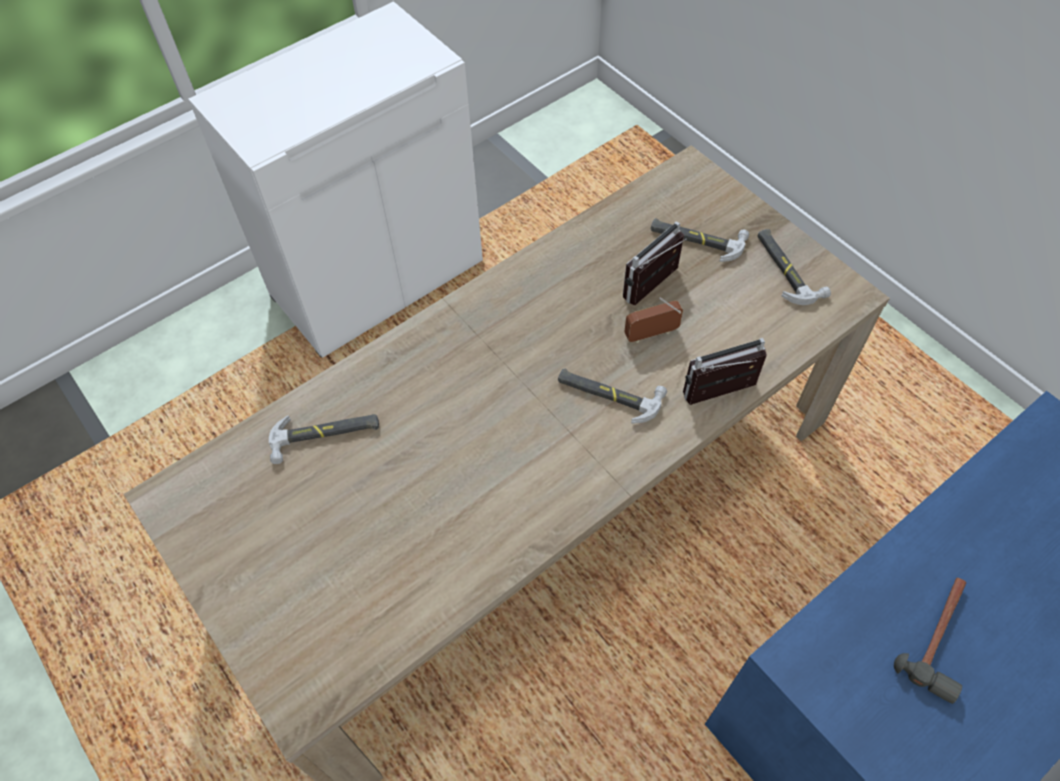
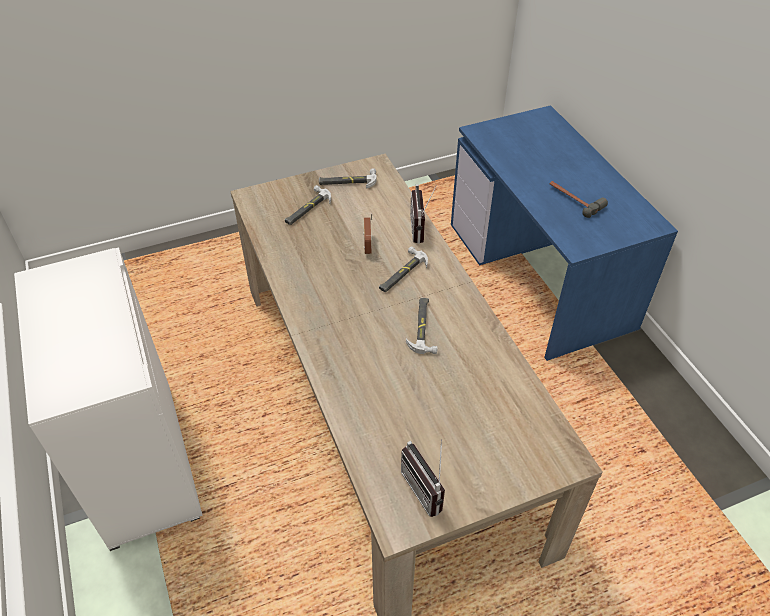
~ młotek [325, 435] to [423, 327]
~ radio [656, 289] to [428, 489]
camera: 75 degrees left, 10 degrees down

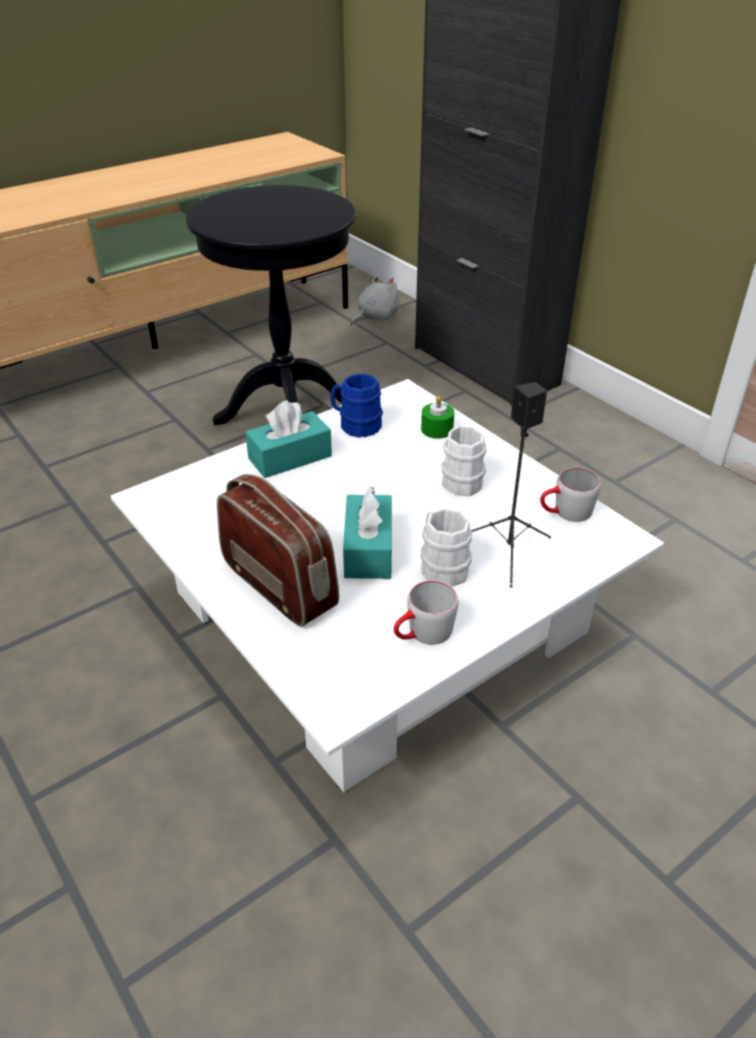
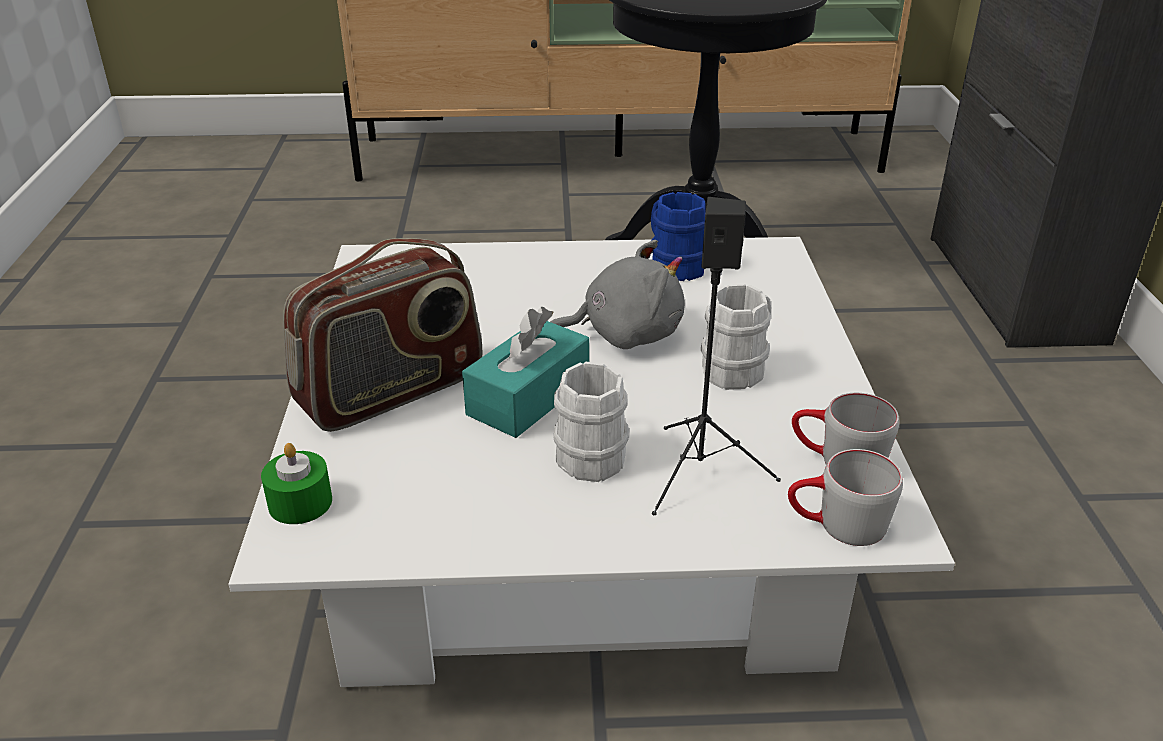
- pudełko chusteczek/turkusowy [290, 457]
~ pluszak/szary [375, 317] to [624, 334]
~ kubek/szary [422, 634] to [837, 525]
~ świeca/zielony [437, 429] to [300, 502]
~ radio [280, 584] = [391, 392] 60 degrees clockwise
camera: 35 degrees right, 5 degrees down

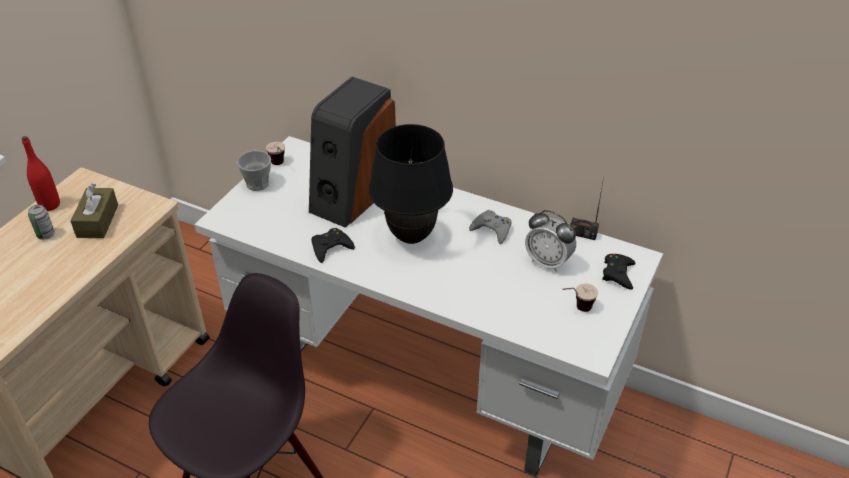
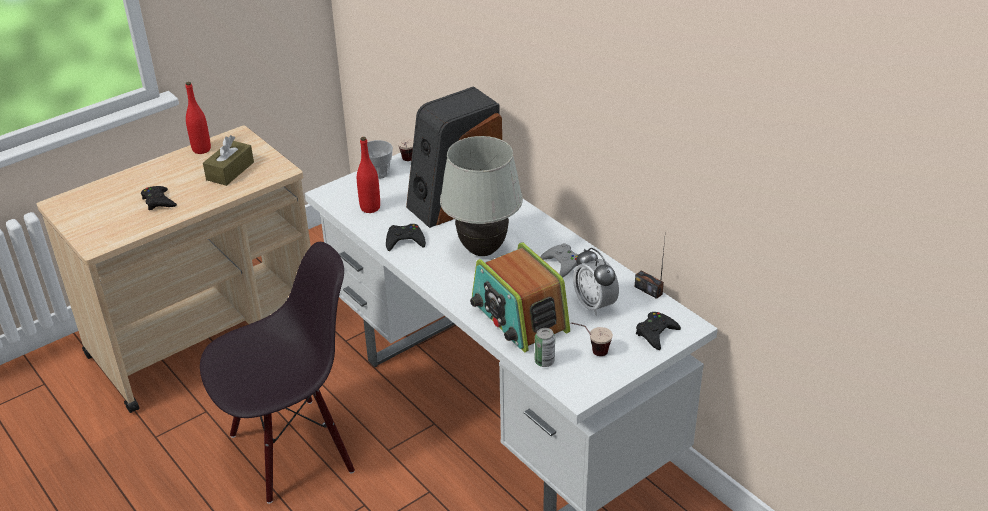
+ pad do gier/czarny [158, 201]
+ butelka/czerwony [370, 208]
+ radio [519, 317]
~ puszka [46, 235] to [544, 361]
~ lampa stołowa/czarny [410, 237] to lampa stołowa/biały [482, 250]
camera: 25 degrees right, 5 degrees down

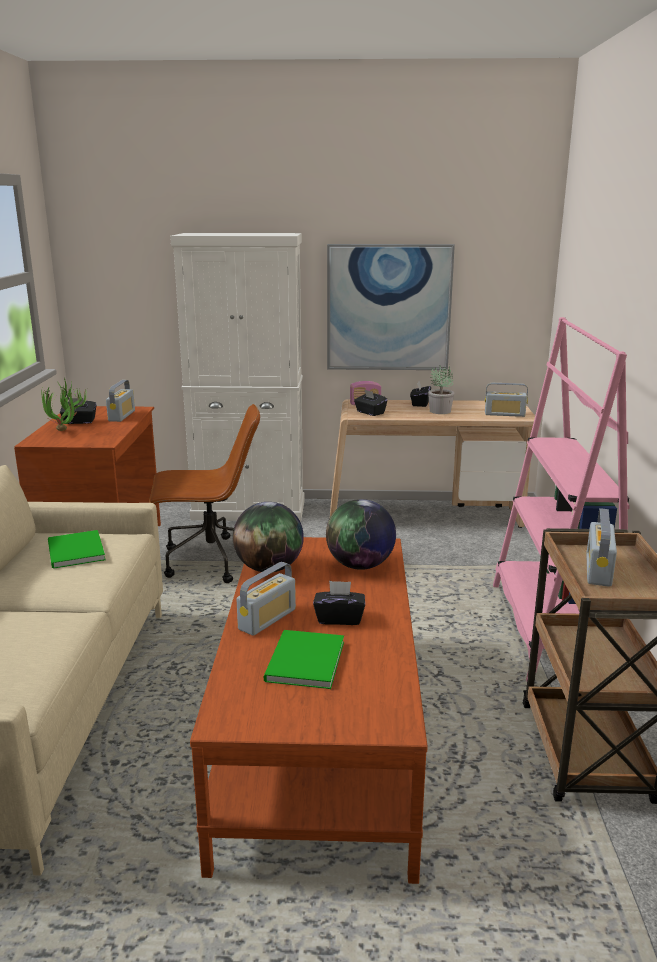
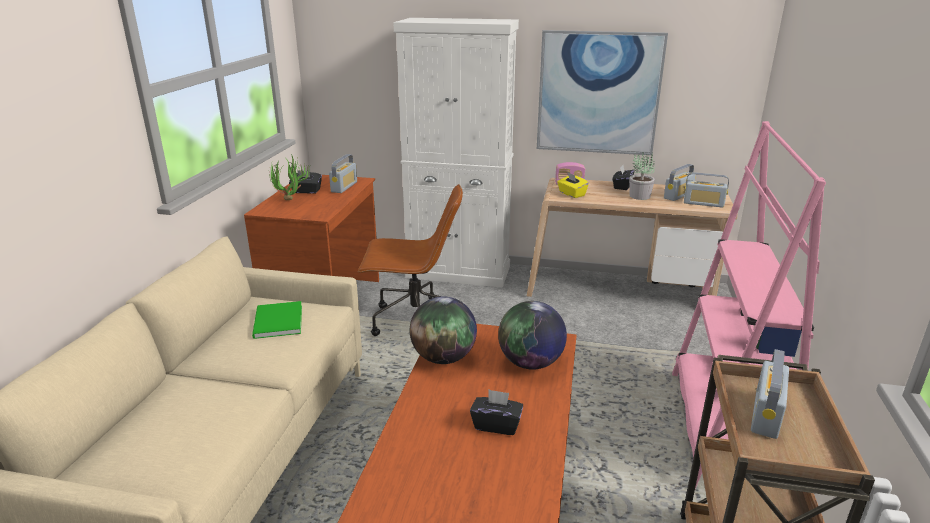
- książka/zielony [302, 662]
~ radio [267, 619] to [678, 195]
~ pudełko chusteczek/czarny [370, 412] to pudełko chusteczek/żółty [571, 194]
camera: 10 degrees right, 5 degrees up

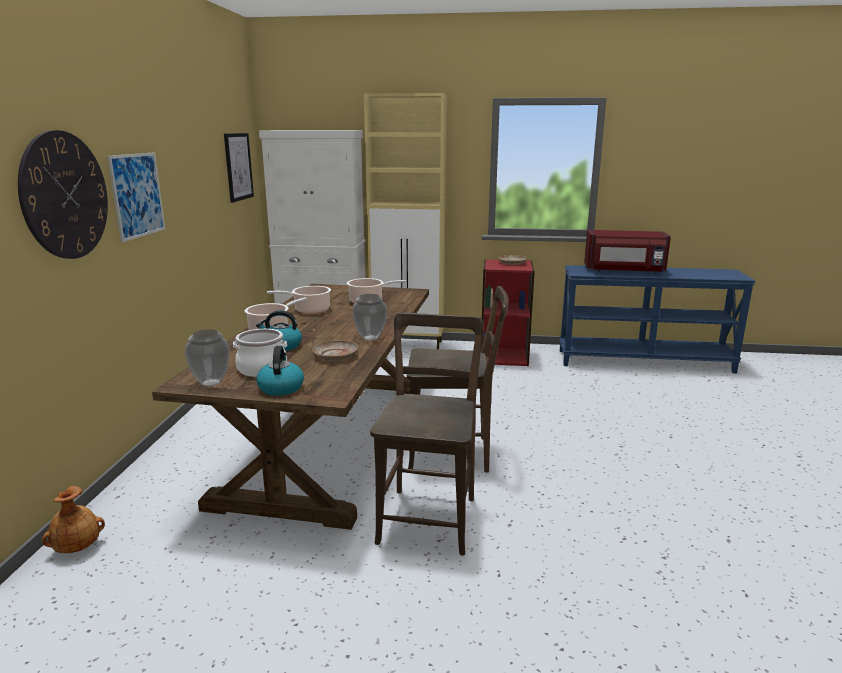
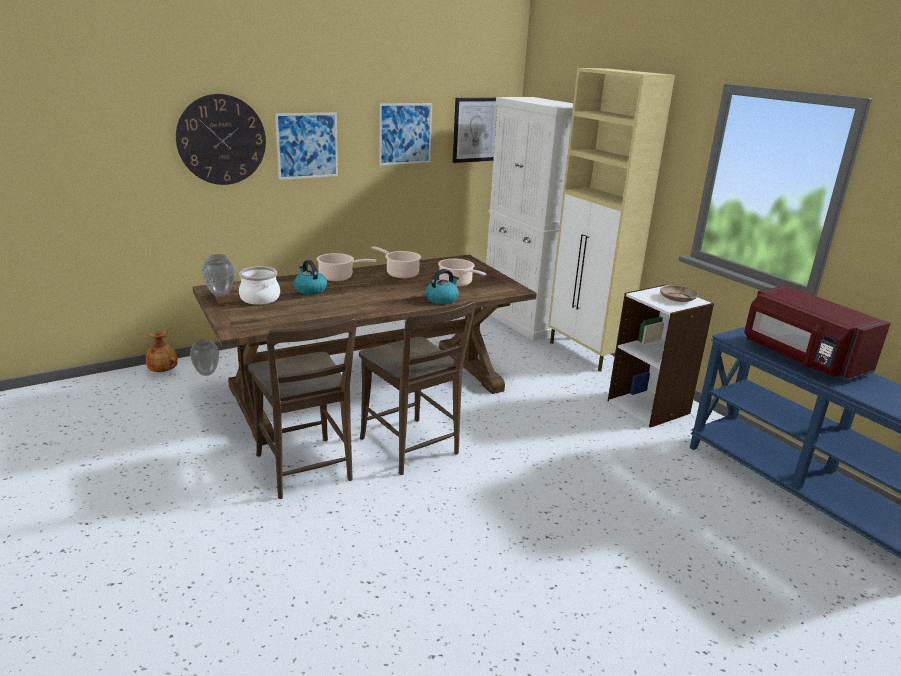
- talerz/beżowy [335, 356]
+ obraz [405, 134]
~ czajnik [280, 388] to [442, 299]
~ wazon [370, 338] to [207, 373]
~ regał/czerwony [504, 356] to regał/biały [649, 407]
~ krzesło/brązowy [429, 516] = [305, 470] 90 degrees clockwise
camera: 50 degrees right, 5 degrees up

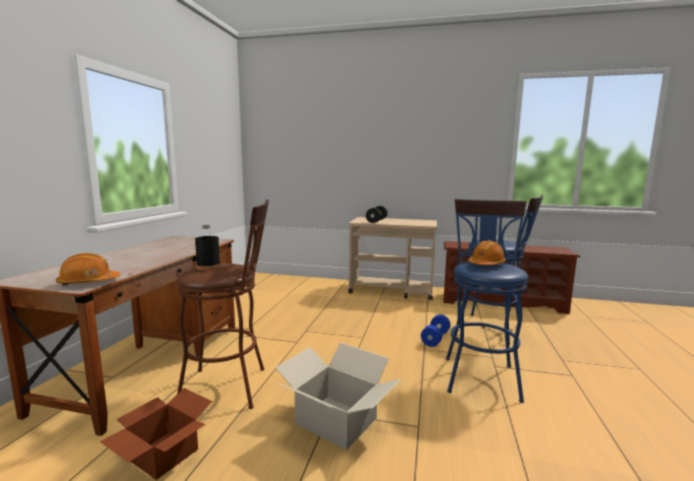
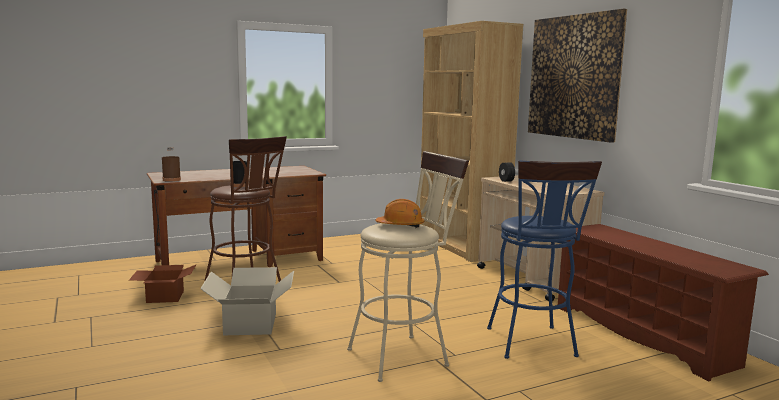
- hantel/niebieski [435, 338]
+ regał/brązowy [461, 246]
+ obraz [574, 77]
~ kask/pomarańczowy [88, 282] to butelka/brązowy [171, 180]
~ stołek/niebieski [479, 374] to stołek/beżowy [404, 355]
camera: 50 degrees right, 0 degrees up

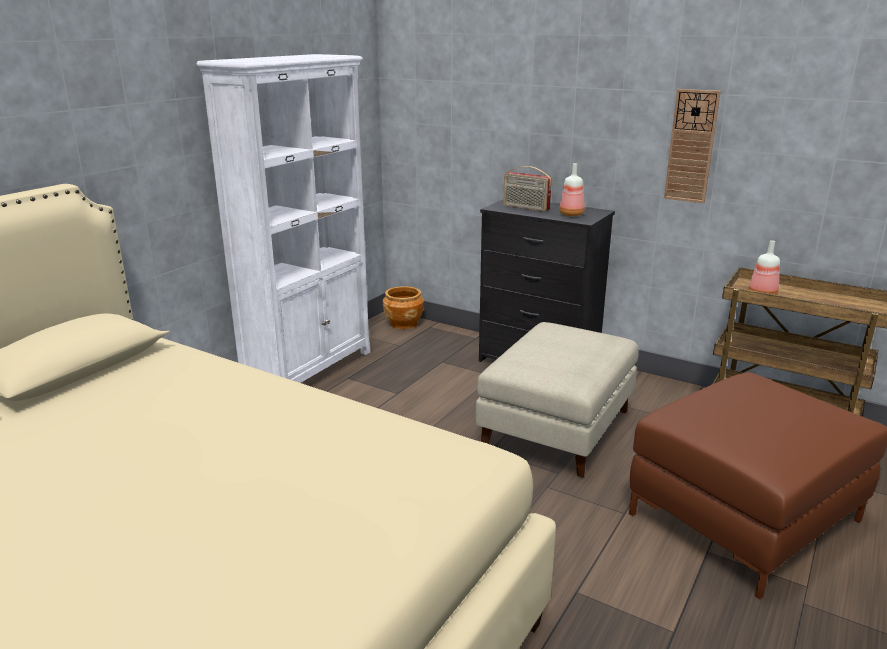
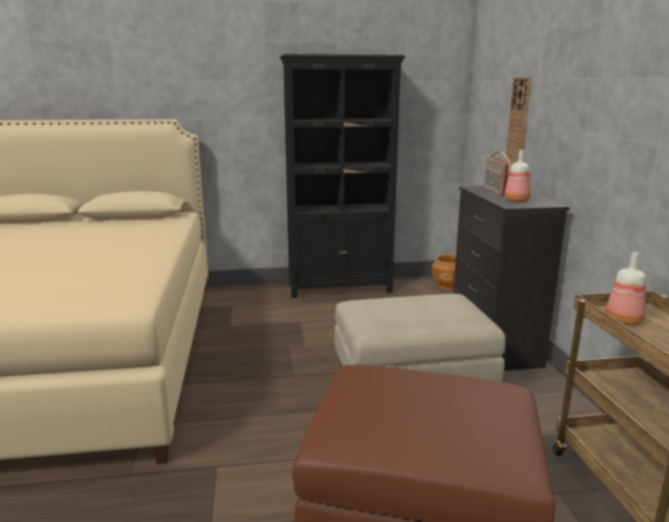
~ zegar ścienny [691, 146] to [518, 123]
~ regał/biały [310, 370] to regał/czarny [340, 288]
camera: 50 degrees right, 5 degrees down

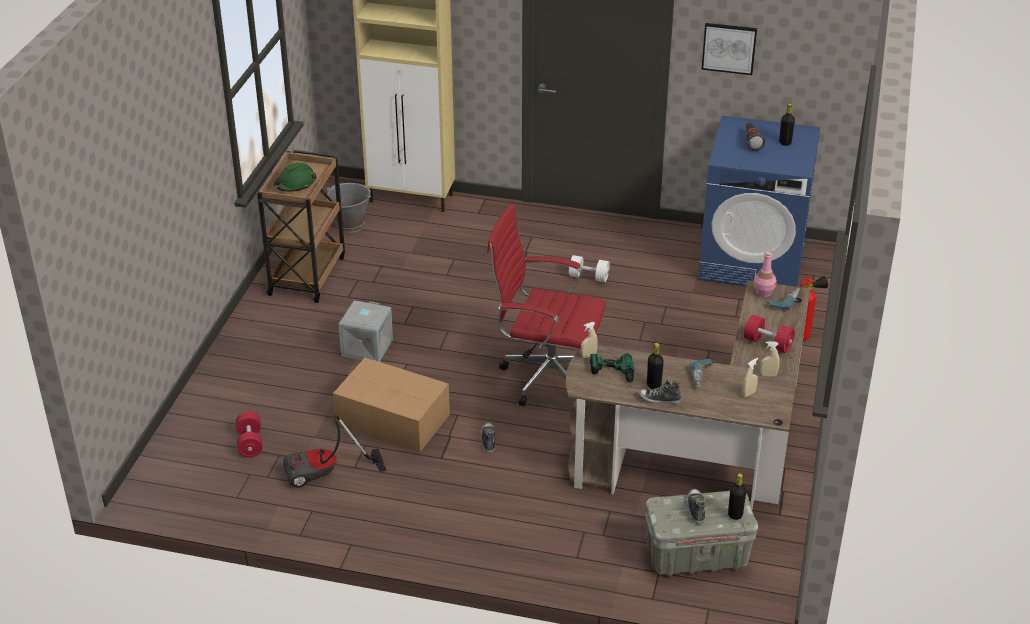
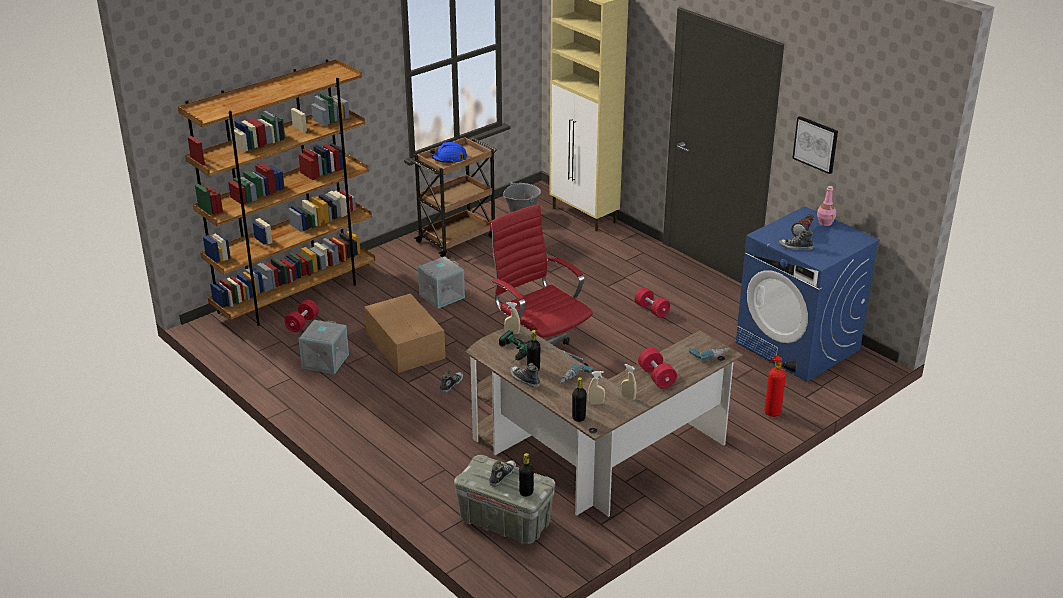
+ regał/brązowy [295, 295]
+ but [795, 247]
~ butelka/różowy [763, 292] to [825, 222]
~ butelka/czarny [785, 143] to [578, 418]
~ odkurzacz [326, 474] to pojemnik do przechowywania/szary [324, 361]
~ kask/zielony [295, 184] to kask/niebieski [449, 159]
~ hantel/biały [589, 277] to hantel/czerwony [651, 310]
camera: 35 degrees right, 5 degrees down

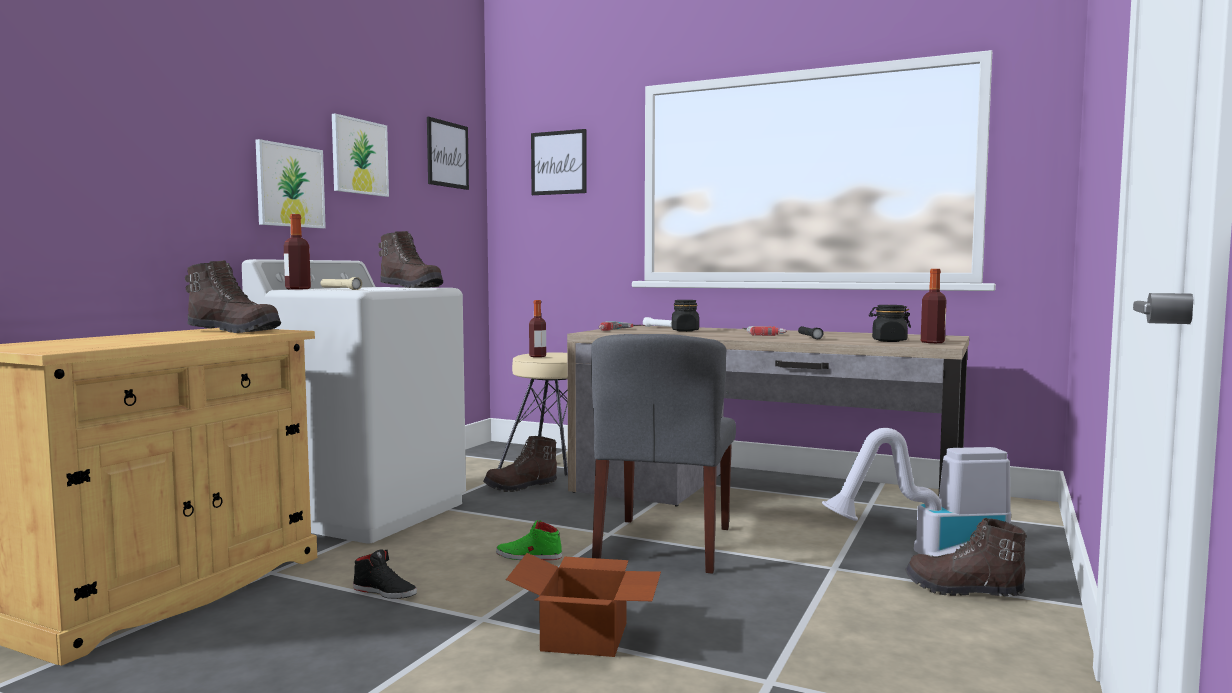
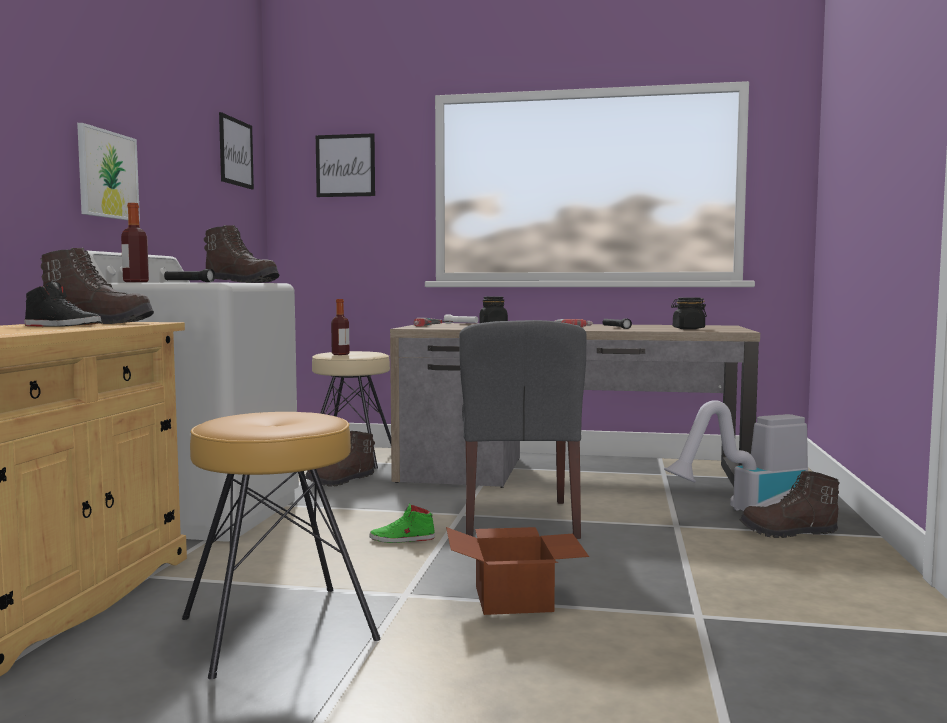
- obraz [359, 157]
- butelka [932, 342]
+ stołek/brązowy [277, 628]
~ but/czarny [385, 591] to [64, 326]
~ latarka/beżowy [340, 289] to latarka/czarny [189, 282]
camera: 15 degrees left, 0 degrees up

